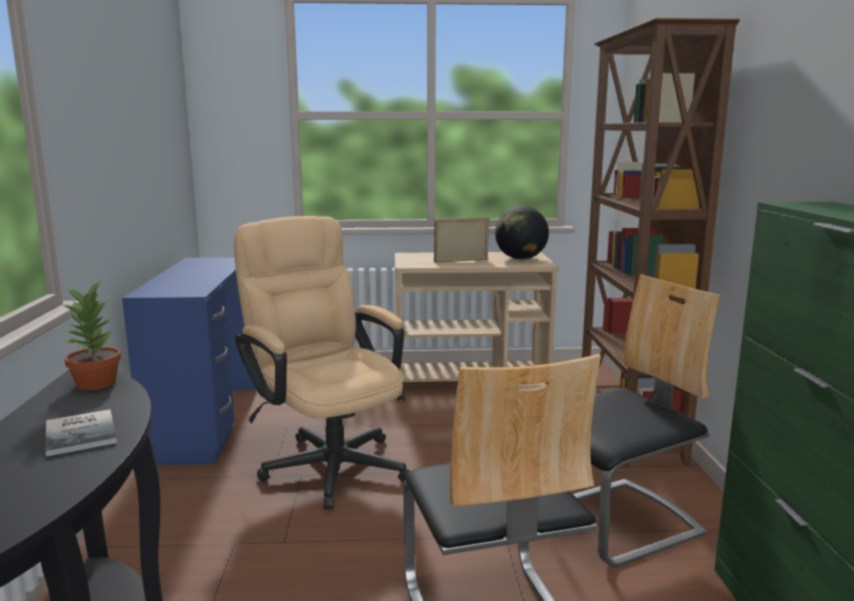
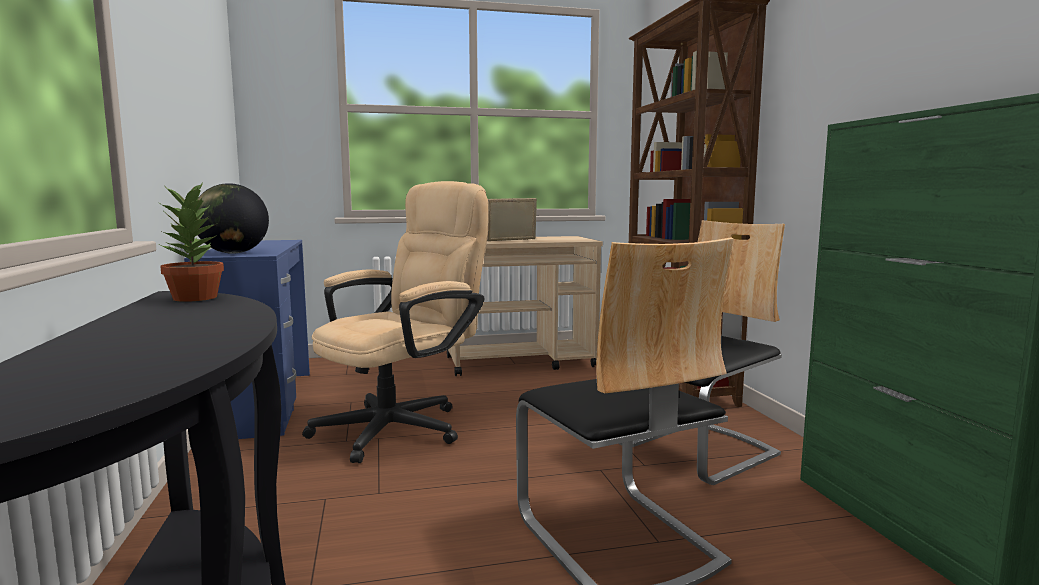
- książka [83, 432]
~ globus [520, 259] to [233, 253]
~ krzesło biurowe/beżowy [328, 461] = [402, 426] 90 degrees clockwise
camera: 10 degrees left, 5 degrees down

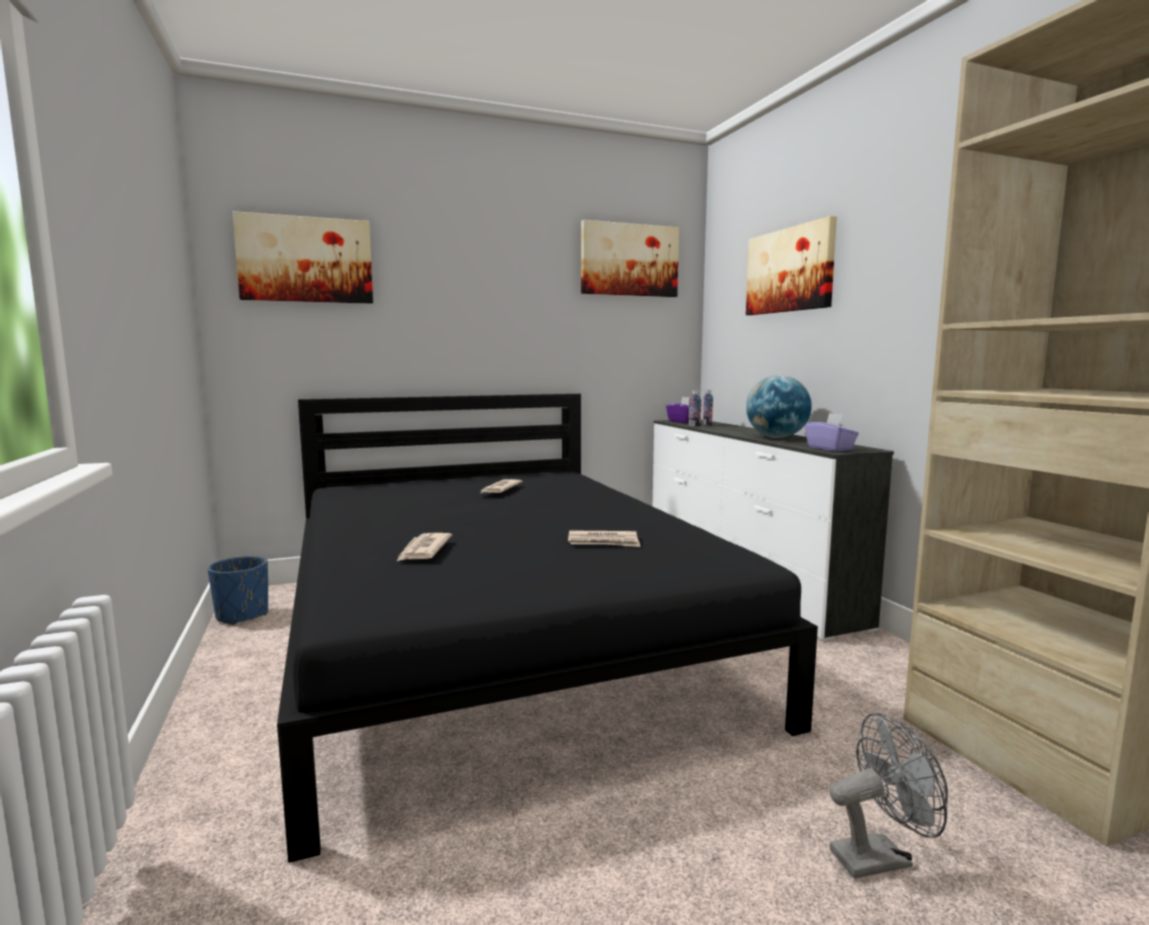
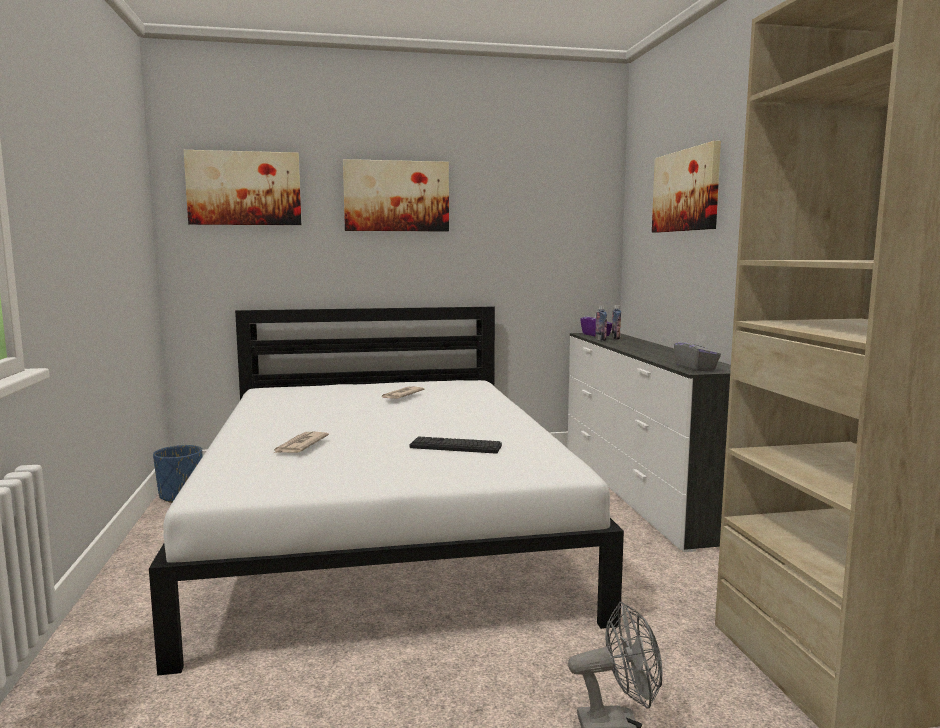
- globus [776, 437]
~ obraz [629, 260] to [396, 196]
~ gazeta [604, 542] to klawiatura [455, 446]
~ łóżko/czarny [499, 637] to łóżko/biały [384, 528]
~ pudełko chusteczek/fioletowy [830, 449] to pudełko chusteczek/szary [696, 368]
camera: 10 degrees right, 0 degrees up

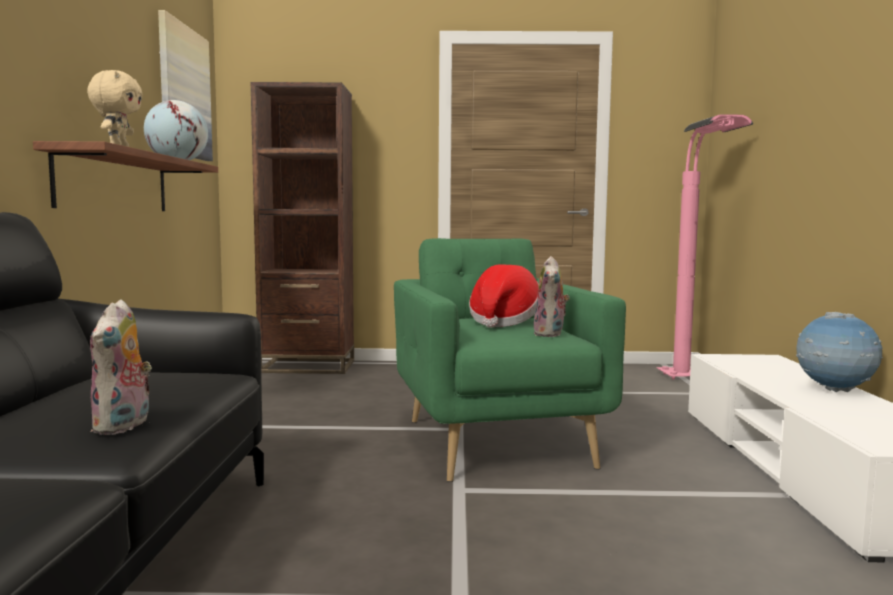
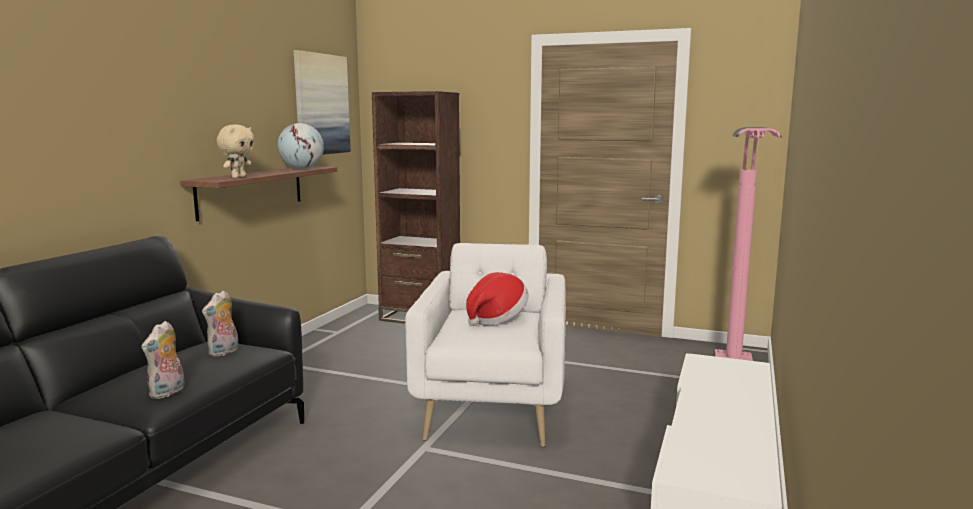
- globus [834, 391]
~ pluszak [551, 334] to [224, 352]
~ fotel/zielony [495, 439] to fotel/biały [493, 407]
camera: 20 degrees right, 5 degrees up

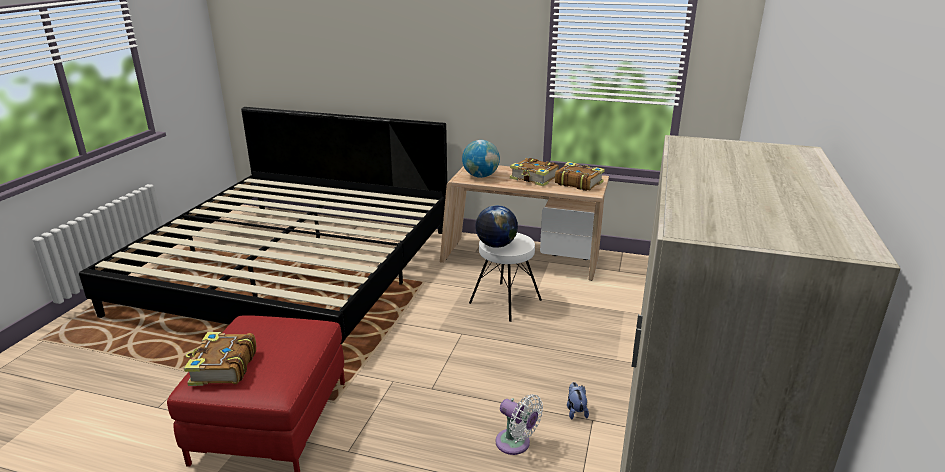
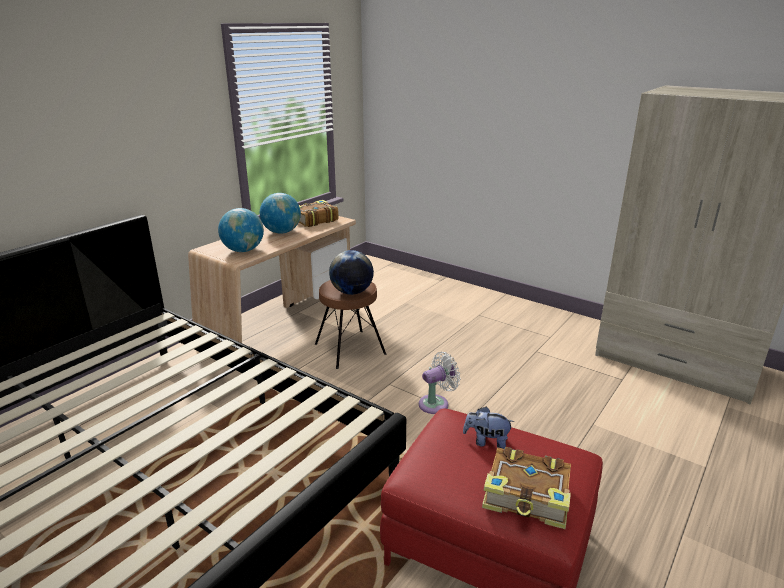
~ wentylator/biały [516, 444] to [436, 403]
~ pluszak [575, 411] to [486, 442]
~ książka [534, 178] to globus [282, 232]
~ stołek/biały [504, 301] to stołek/brązowy [349, 349]
camera: 70 degrees left, 0 degrees up

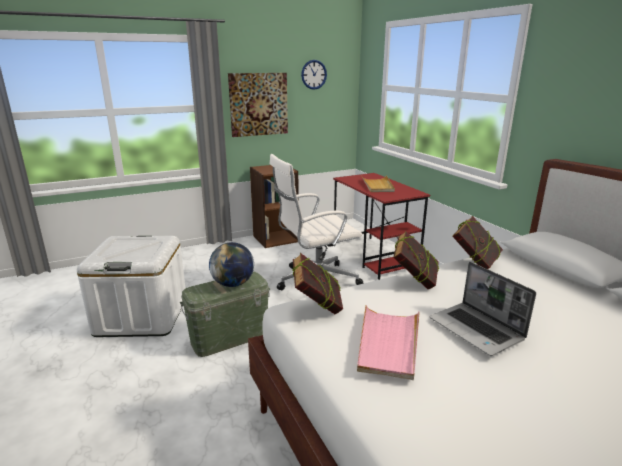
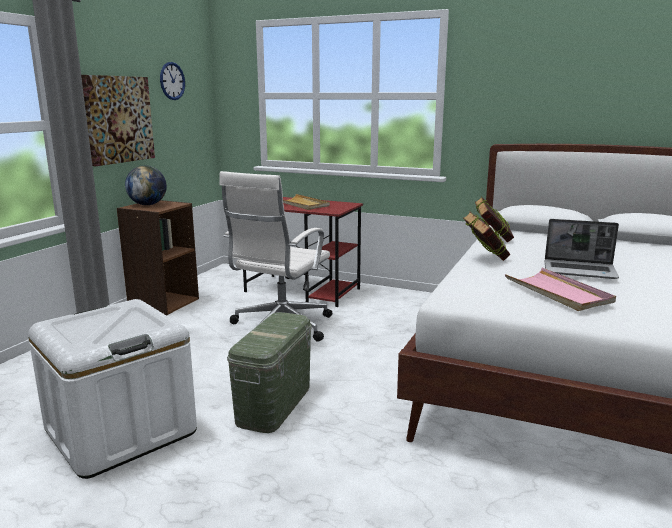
- książka [317, 308]
~ globus [233, 284] to [147, 204]
camera: 40 degrees left, 5 degrees down

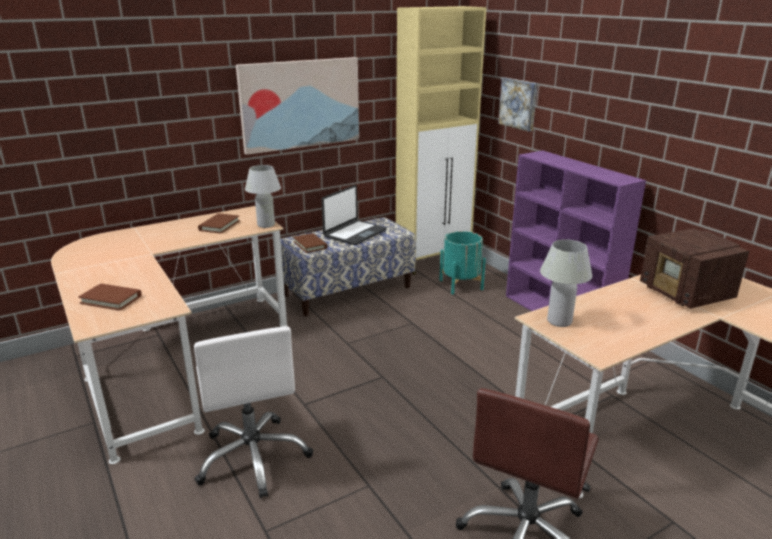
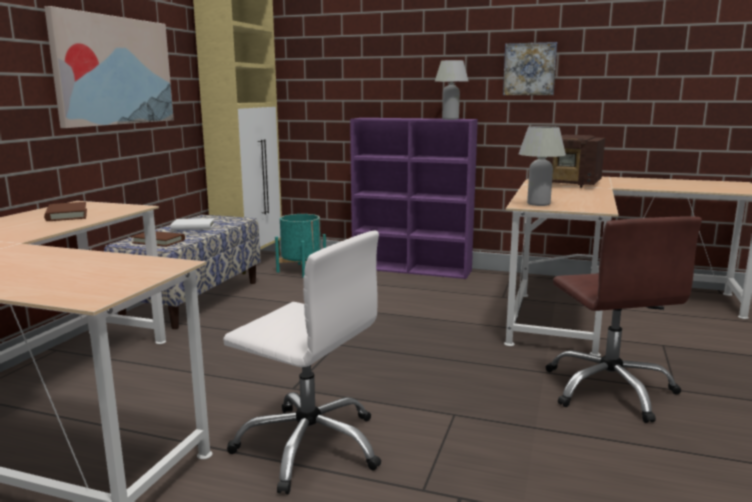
- książka/brązowy [111, 299]
~ lampa stołowa/biały [266, 225] to [450, 119]
~ obraz [519, 104] to [529, 69]
~ laptop [354, 233] to książka/biały [193, 227]
camera: 40 degrees left, 10 degrees down

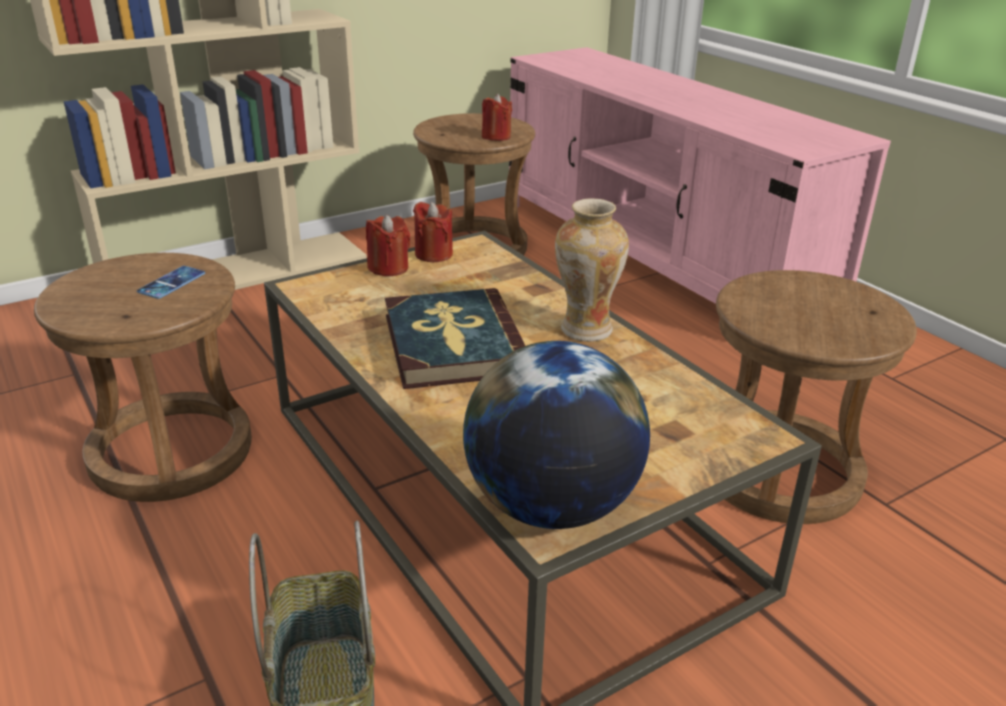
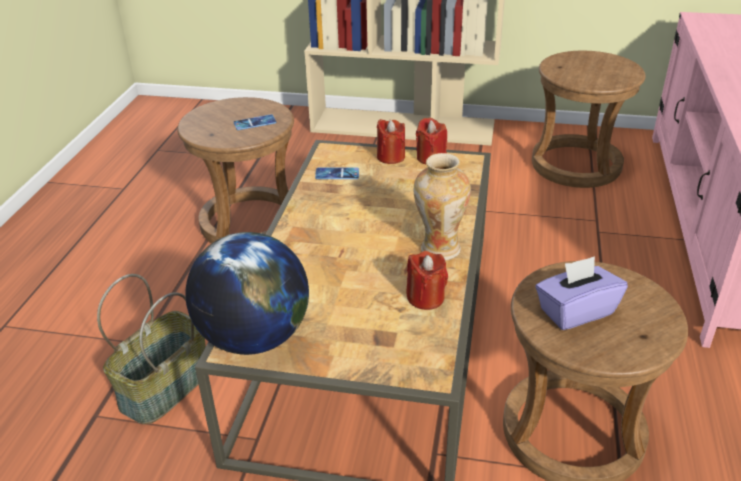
- książka [453, 344]
+ telefon [337, 174]
+ pudełko chusteczek/fioletowy [575, 311]
~ świeca/czerwony [496, 137] to [425, 298]
camera: 45 degrees right, 5 degrees up

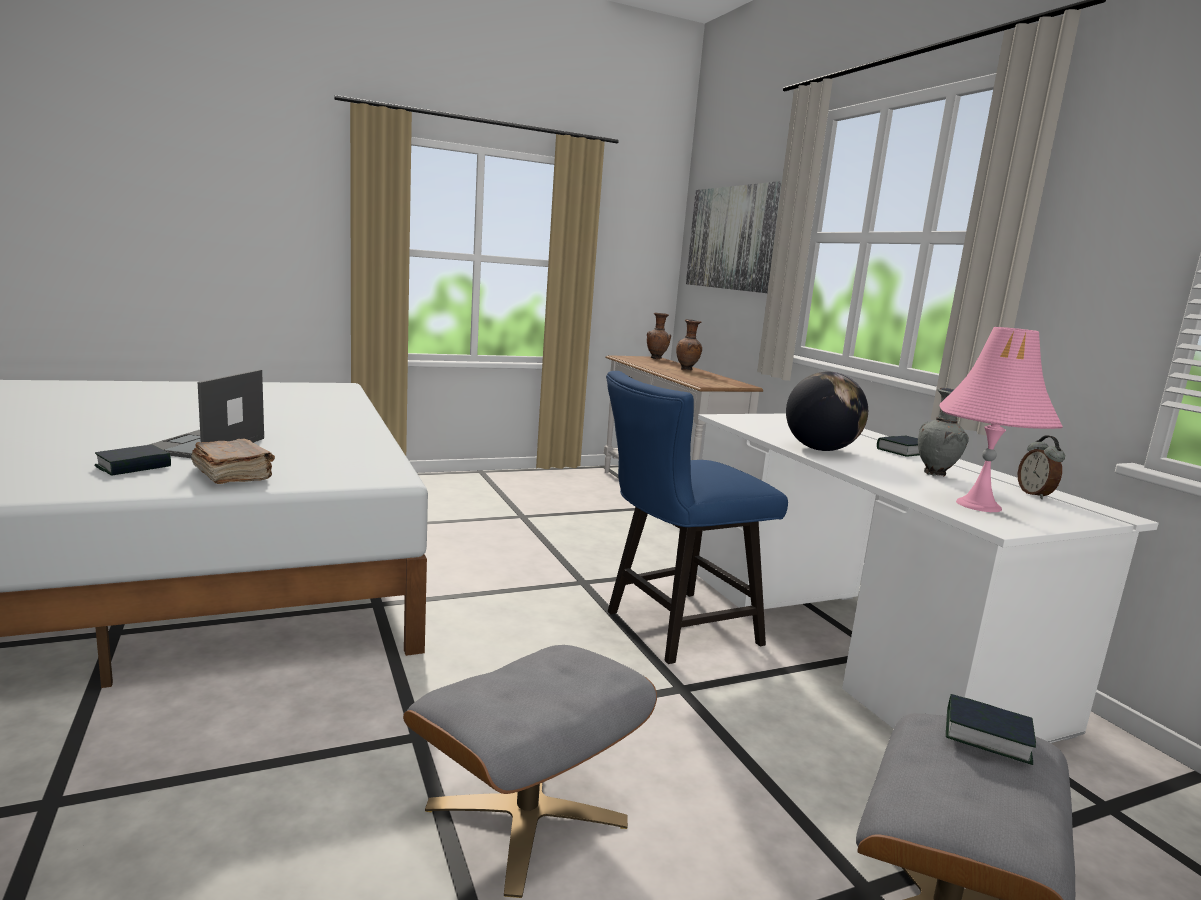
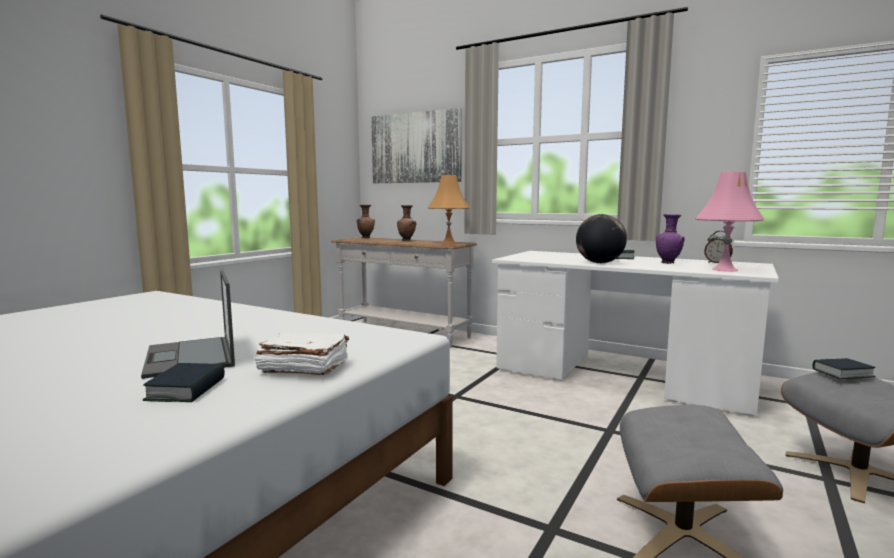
- krzesło/niebieski [672, 629]
+ lampa stołowa/pomarańczowy [448, 243]
~ książka/brązowy [233, 475] to książka/biały [303, 368]
~ wazon/szary [936, 474] to wazon/fioletowy [668, 263]
camera: 35 degrees left, 5 degrees down

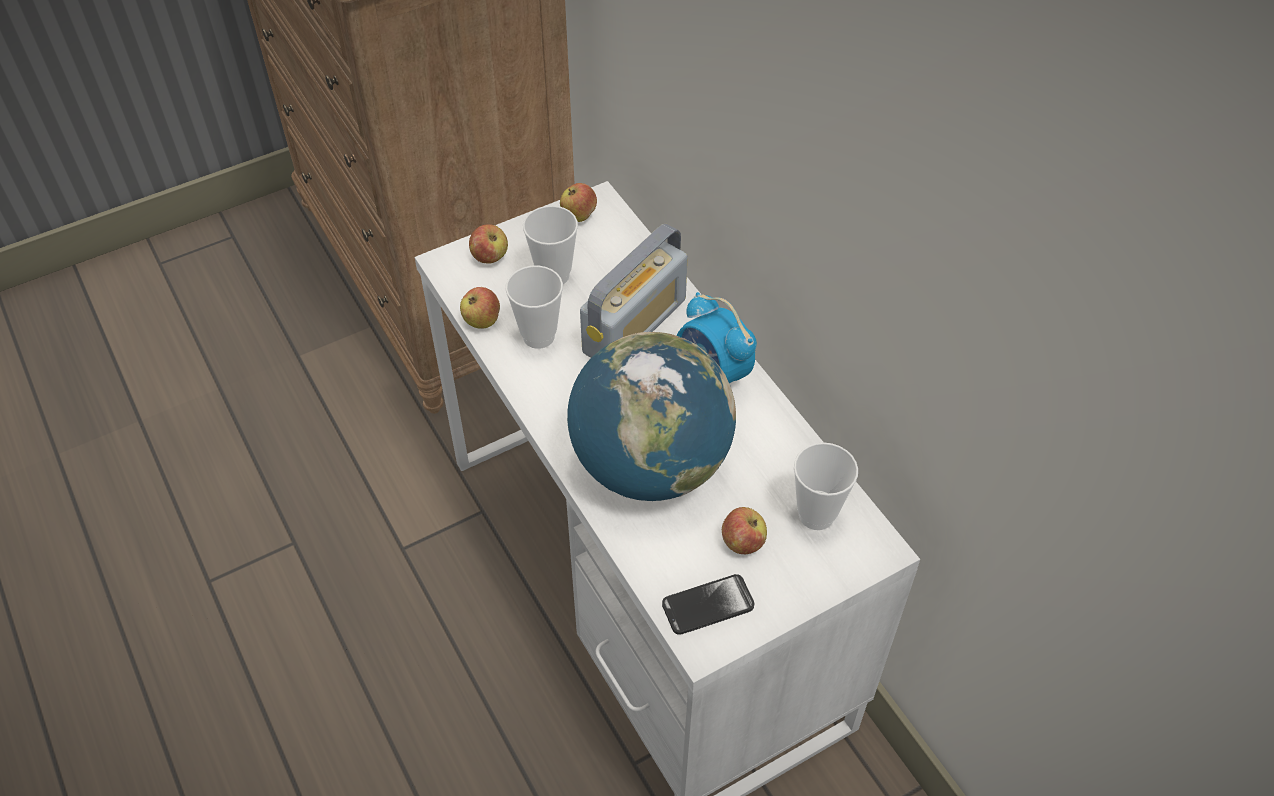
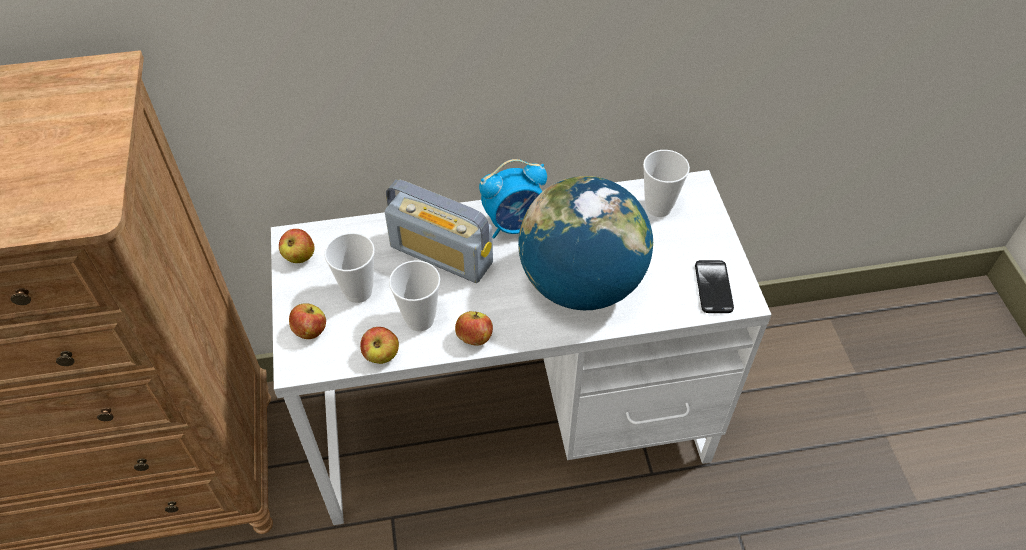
~ jabłko [742, 542] to [474, 338]
~ radio [635, 326] = [441, 254] 150 degrees clockwise
camera: 70 degrees left, 0 degrees up

